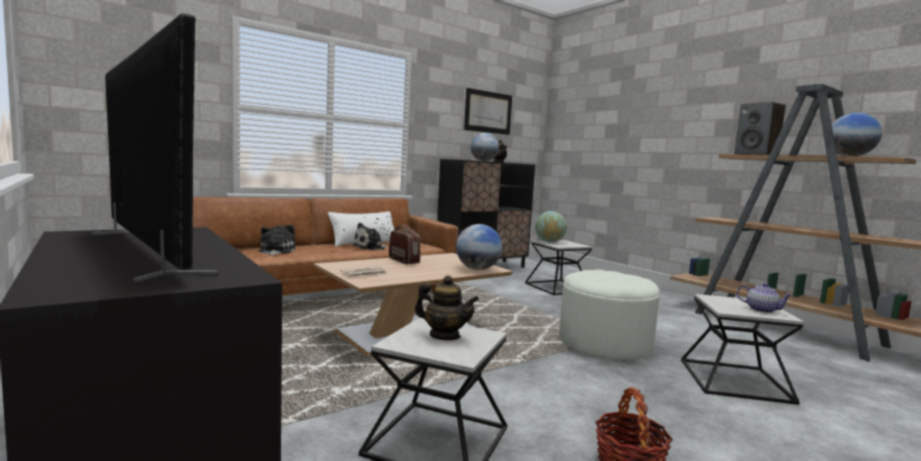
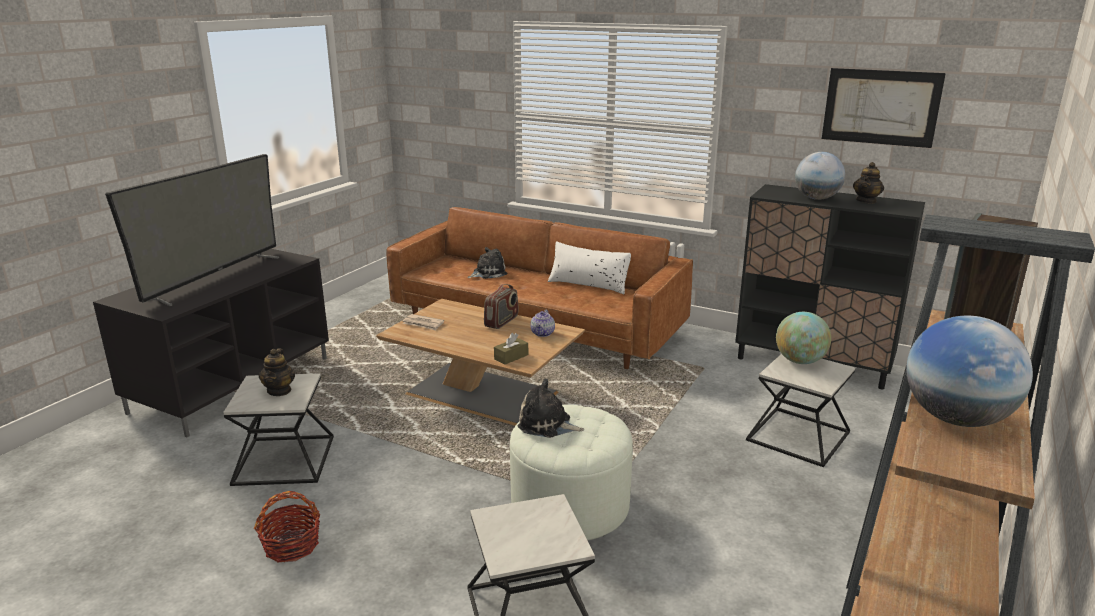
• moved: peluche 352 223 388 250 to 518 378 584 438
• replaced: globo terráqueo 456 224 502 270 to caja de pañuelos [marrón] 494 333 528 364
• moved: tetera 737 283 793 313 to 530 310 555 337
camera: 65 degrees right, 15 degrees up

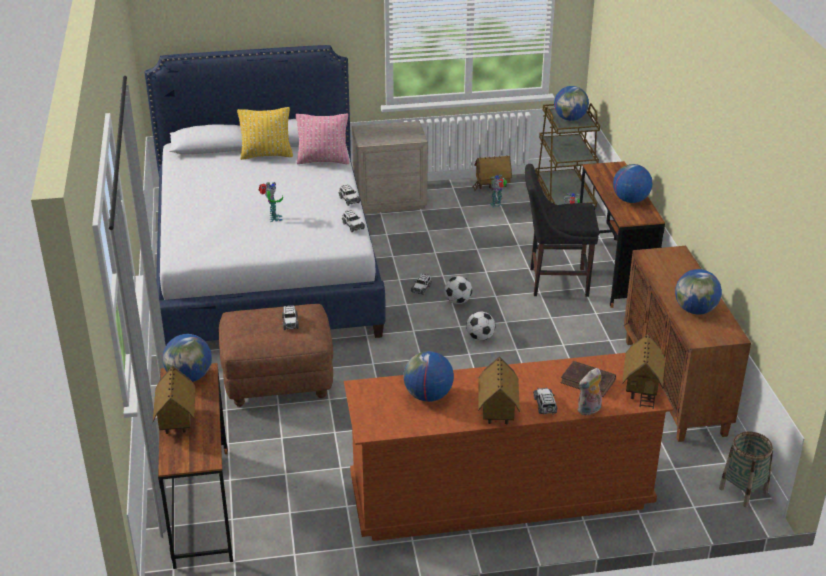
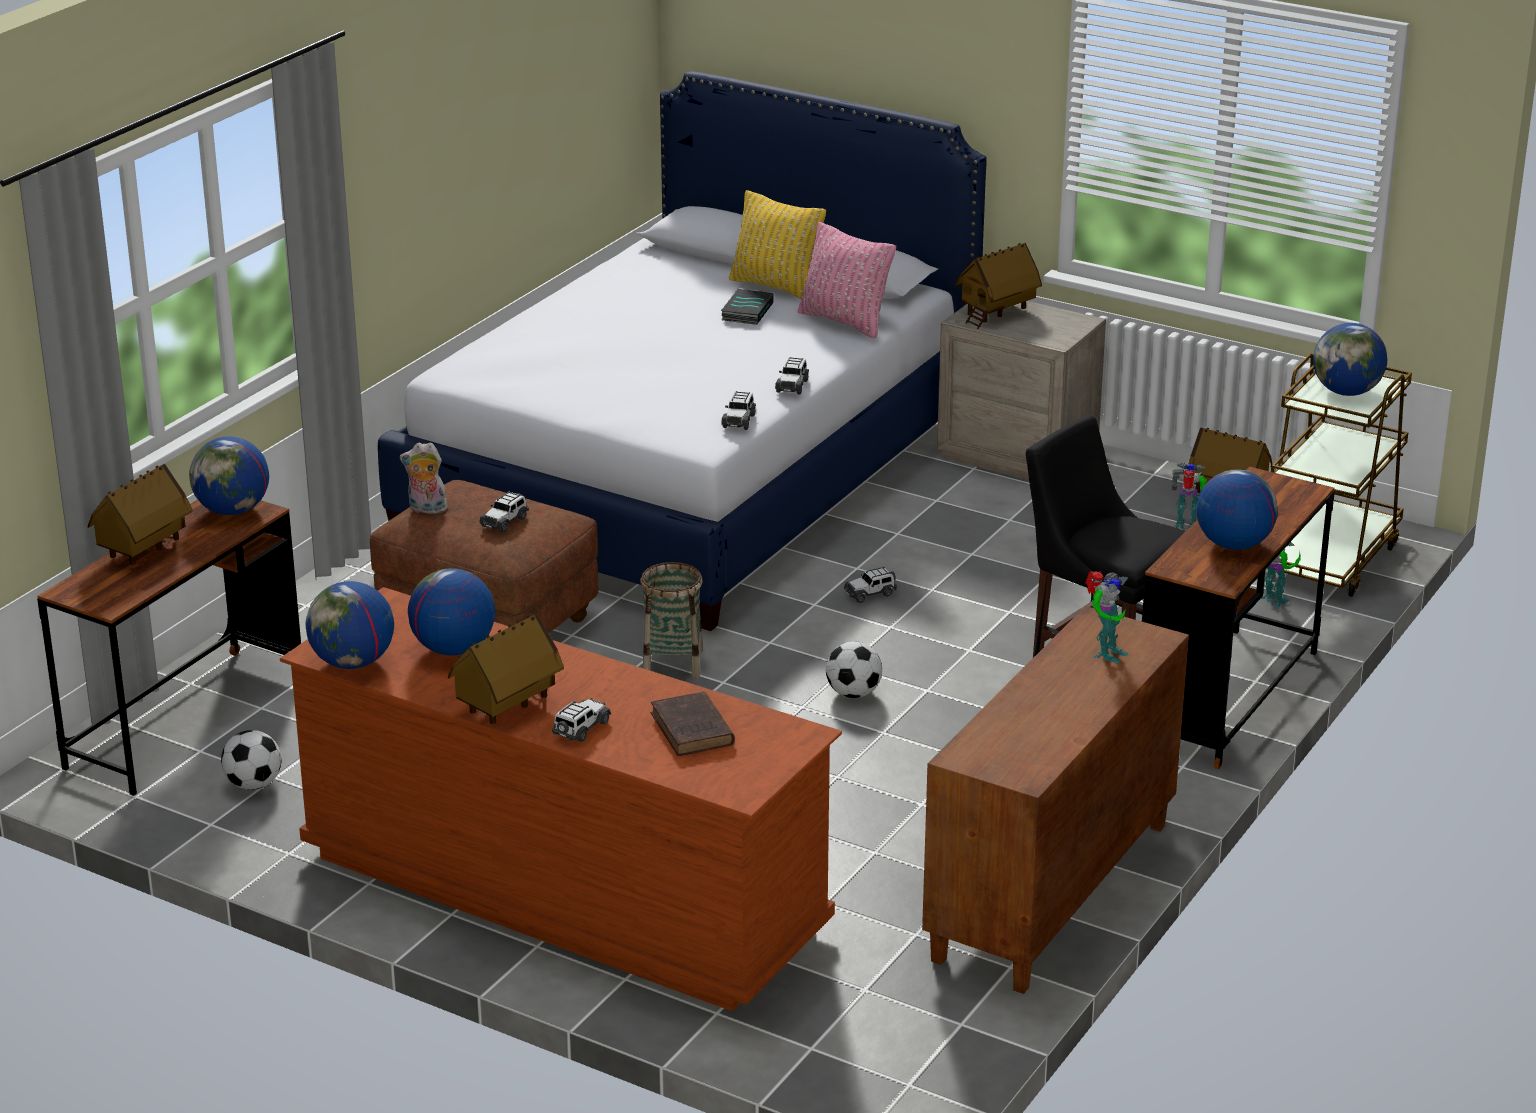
• moved: robot de juguete 259 182 283 222 to 1086 571 1128 663
• moved: globo terráqueo 675 269 722 315 to 306 581 394 669
• moved: balón de fútbol 444 276 472 304 to 221 730 282 790
• moved: casita 623 334 665 409 to 955 243 1042 329
• moved: peluche 578 368 602 415 to 400 442 448 516
• moved: cesta 719 431 773 507 to 640 562 703 678
• added: libro 721 289 774 325
camera: 40 degrees right, 5 degrees down

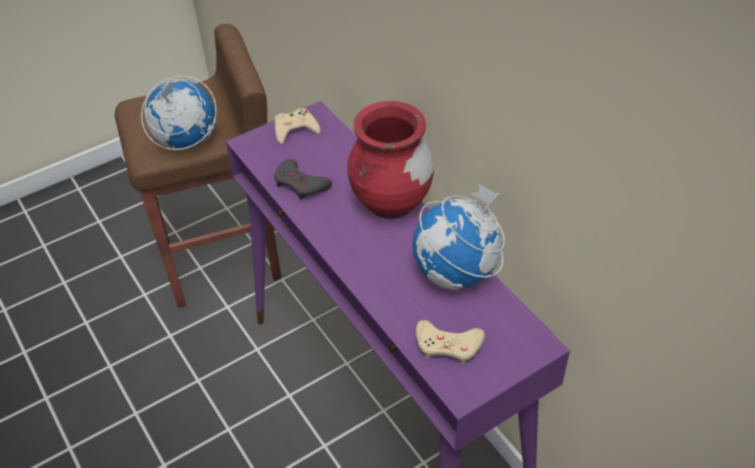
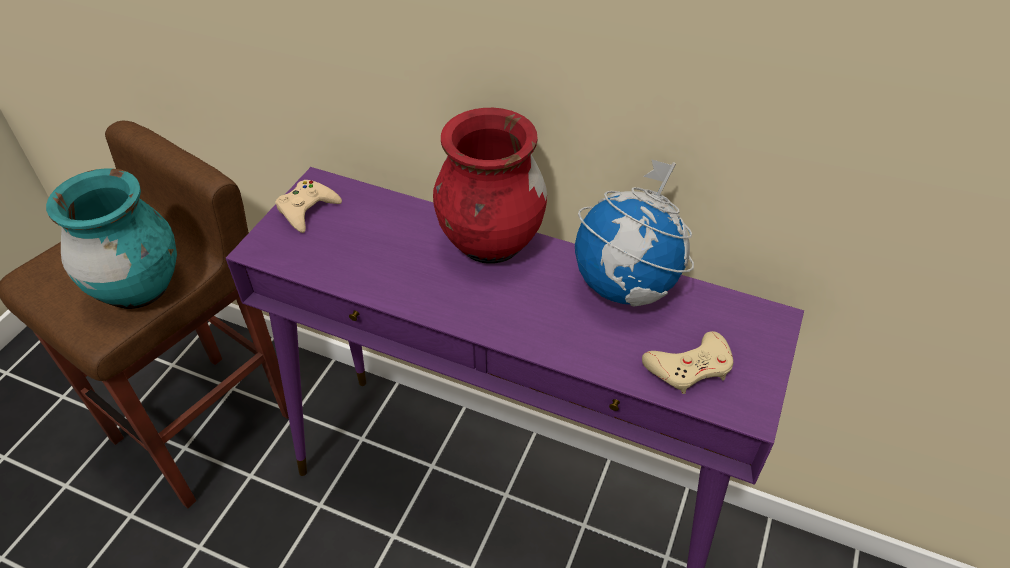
• replaced: globo terráqueo 141 76 217 150 to florero [turquesa] 46 168 177 309
• removed: mando de consola [gris] 274 159 332 200
camera: 35 degrees left, 0 degrees up

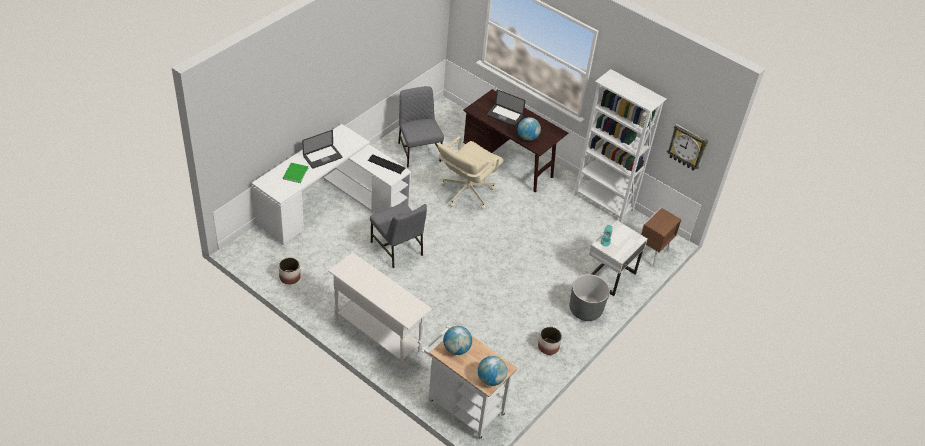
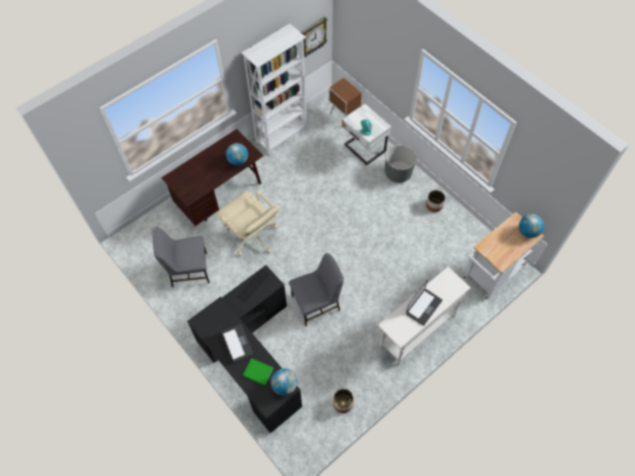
• moved: portátil 487 89 525 126 to 406 280 442 326
• recoloured: escritorio [blanco] 252 124 411 246 to escritorio [negro] 187 265 302 433
• moved: globo terráqueo 443 326 472 355 to 271 368 297 396
camera: 75 degrees left, 15 degrees up

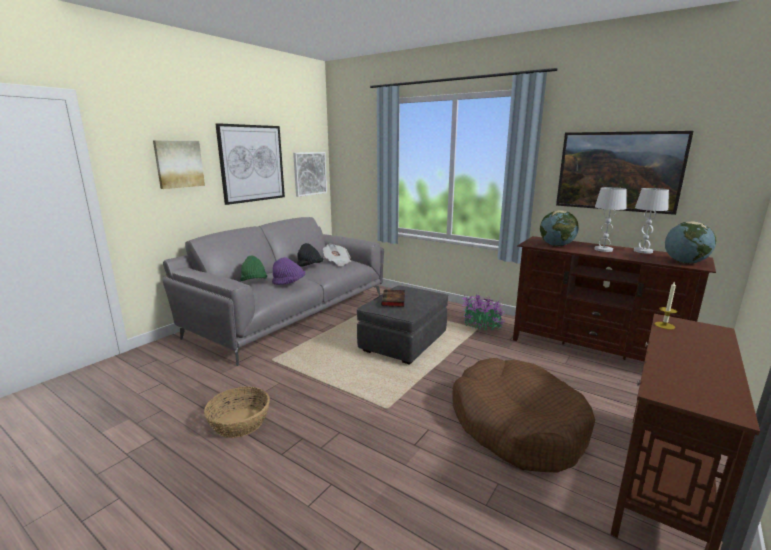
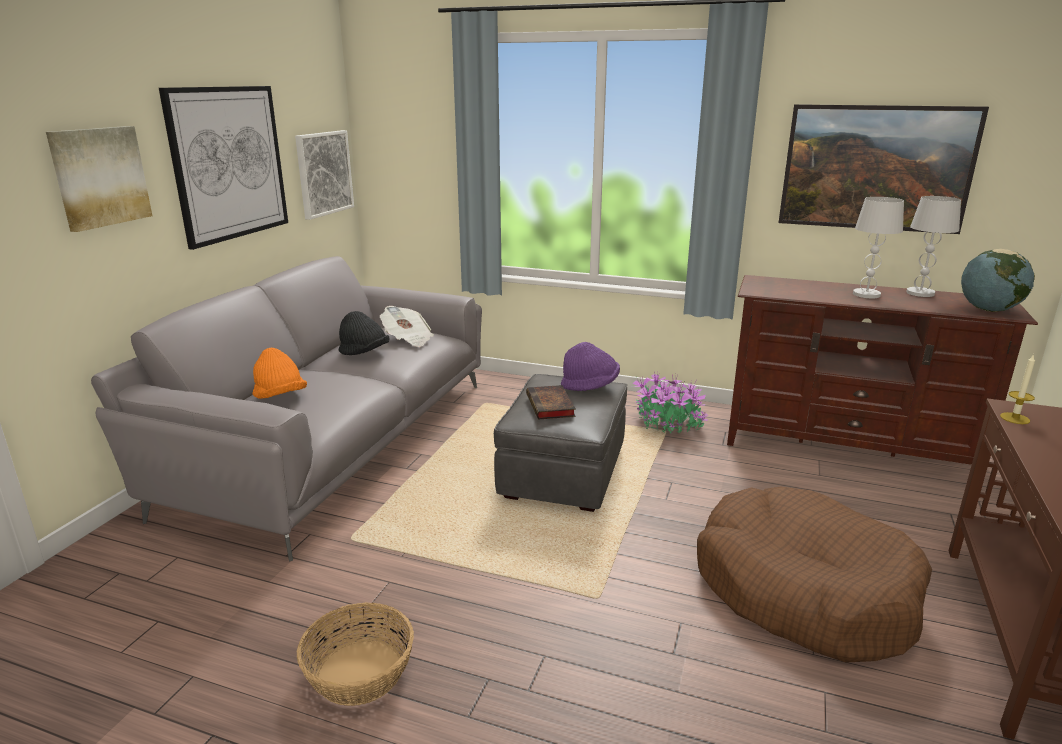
• removed: globo terráqueo 540 210 579 246
• recoloured: sombrero [verde] 240 255 267 281 to sombrero [naranja] 253 348 307 399
• moved: sombrero [morado] 272 257 305 285 to 561 342 620 391
camera: 15 degrees left, 5 degrees up

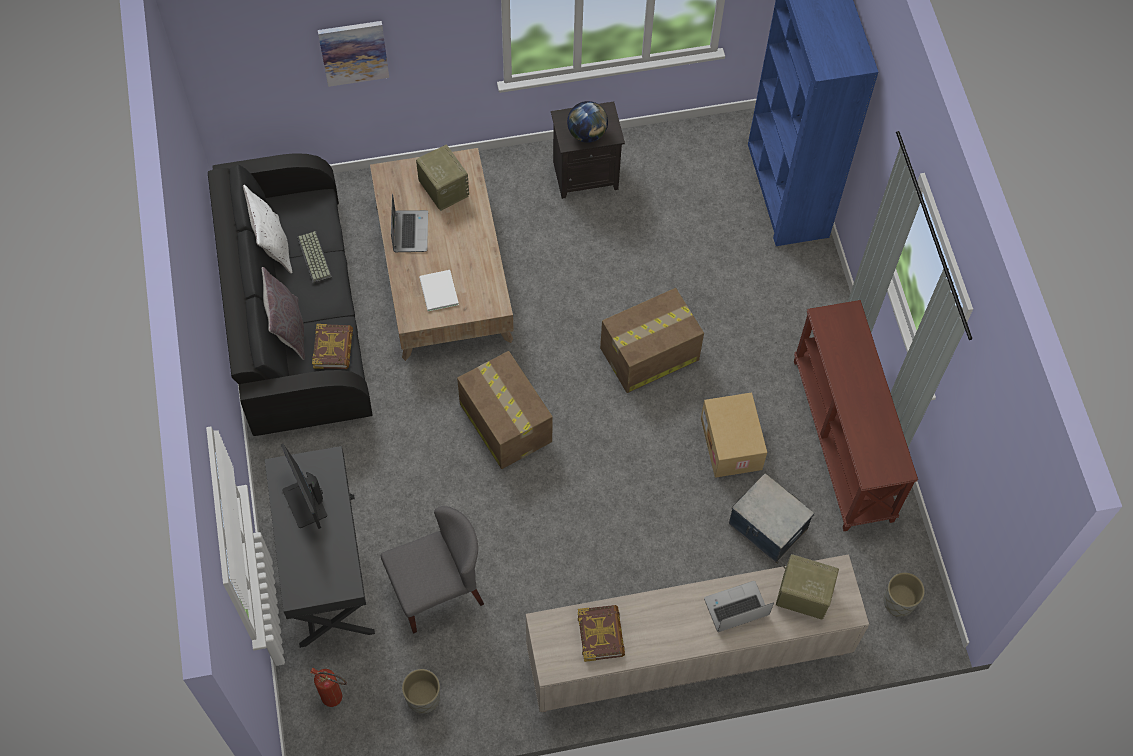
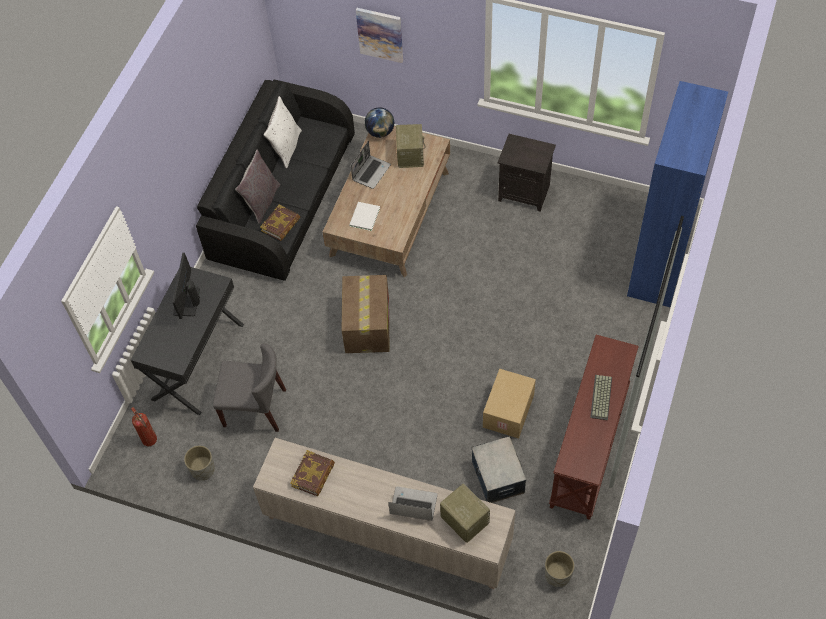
• moved: globo terráqueo 567 101 608 143 to 365 107 394 138
• moved: teclado 297 231 332 283 to 590 375 612 420
• removed: caja de cartón 600 288 704 393
camera: 35 degrees right, 5 degrees down

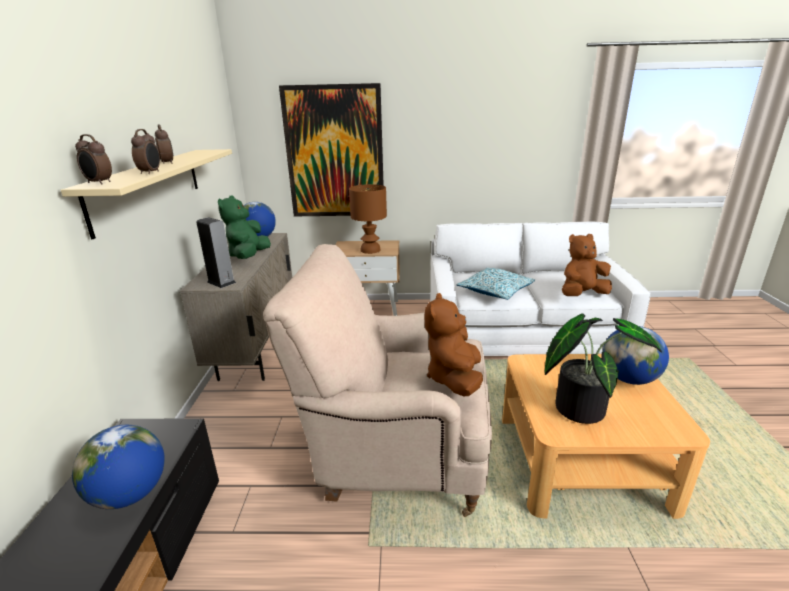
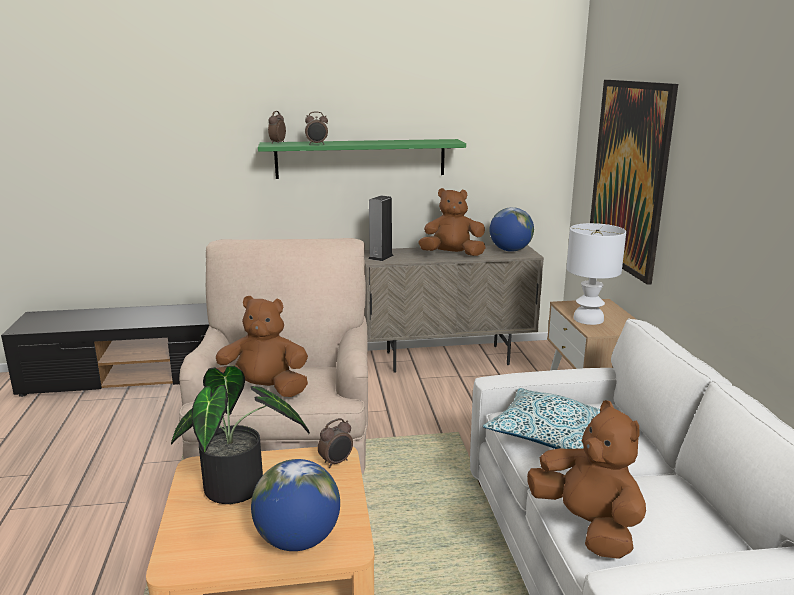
• moved: despertador 155 124 173 164 to 318 418 353 468
• recoloured: estante [beis] 61 149 232 239 to estante [verde] 258 139 466 179
• recoloured: lámpara de mesa [marrón] 349 184 387 254 to lámpara de mesa [blanco] 566 223 626 325
• recoloured: peluche [verde] 218 196 271 259 to peluche [marrón] 418 188 486 256
• removed: globo terráqueo 72 425 165 509
camera: 80 degrees right, 5 degrees down

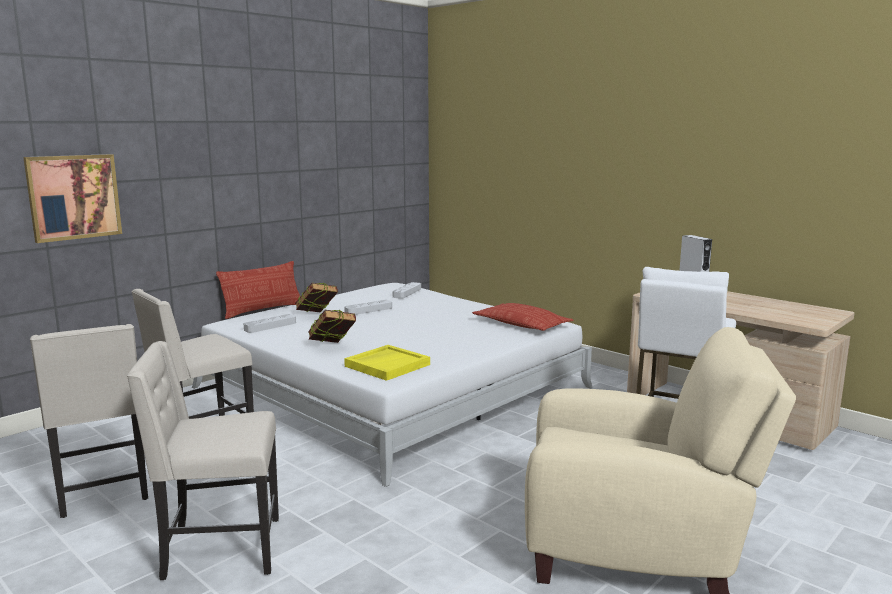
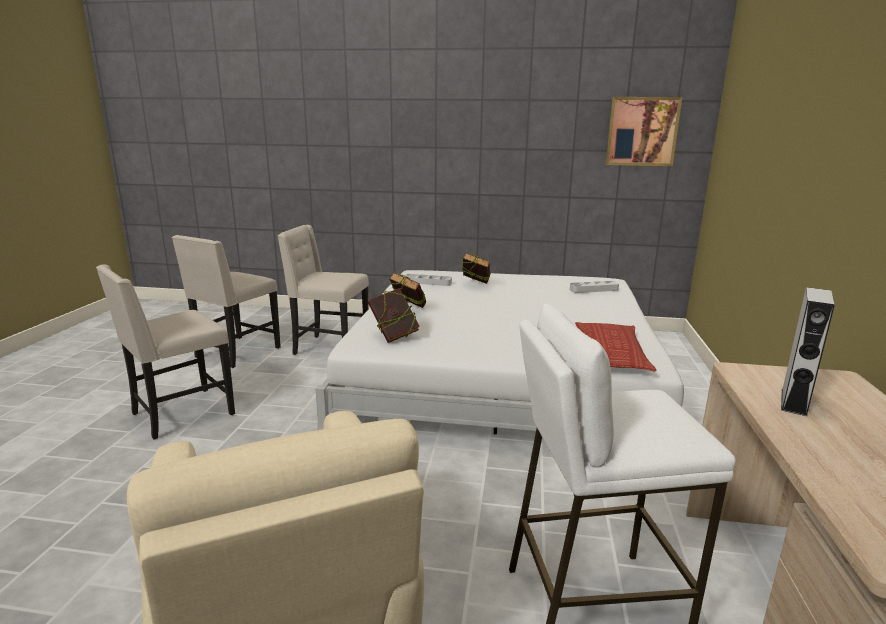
• moved: cuadro 23 154 122 243 to 606 97 682 166
• removed: cojín 216 261 300 319
• removed: bandeja [gris] 344 300 392 315
• turned: silla [beis] 127 341 279 580 = 96 264 235 440 90 degrees counterclockwise
• replaced: bandeja [amarillo] 344 345 430 381 to libro 368 288 420 343
camera: 55 degrees right, 5 degrees up

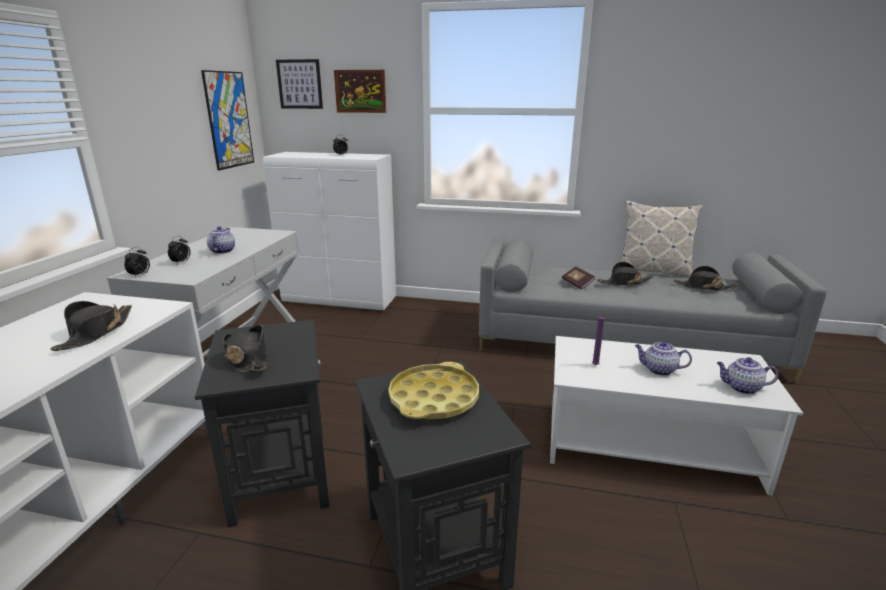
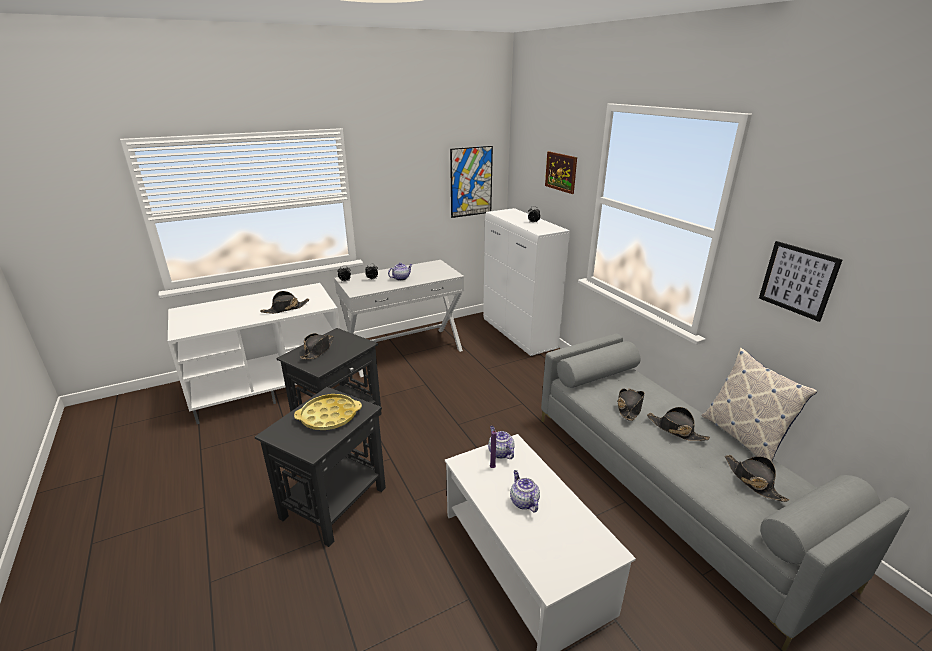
• moved: cuadro 276 59 323 109 to 759 241 843 322
• replaced: libro 562 266 595 290 to sombrero [negro] 617 388 645 421
• moved: tetera 717 357 779 394 to 488 426 515 459
camera: 50 degrees right, 5 degrees up

